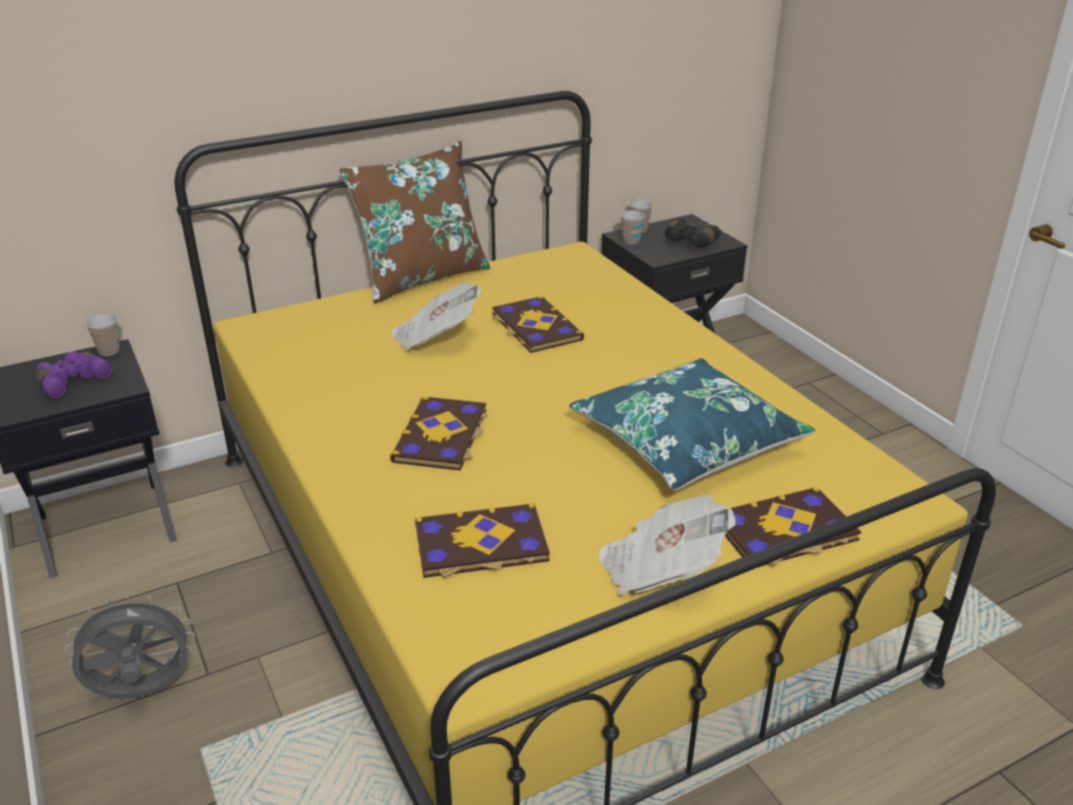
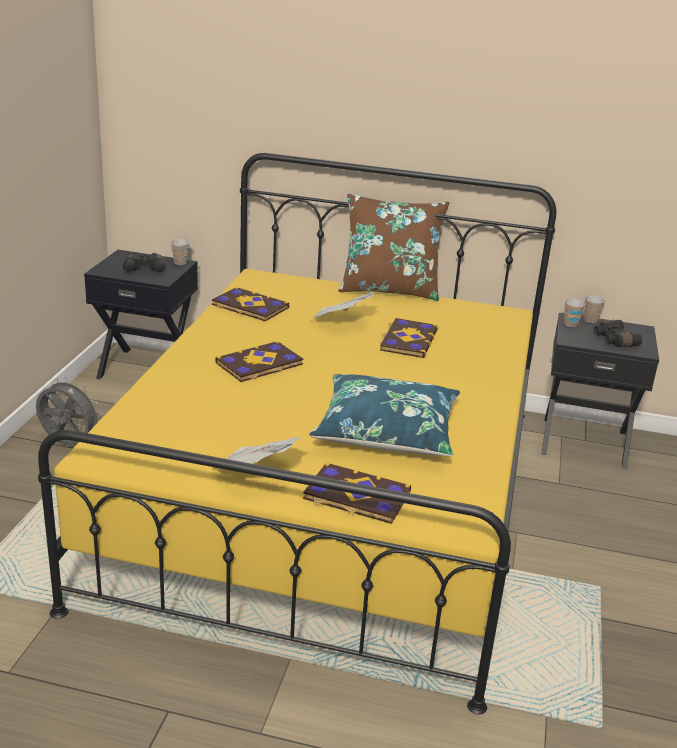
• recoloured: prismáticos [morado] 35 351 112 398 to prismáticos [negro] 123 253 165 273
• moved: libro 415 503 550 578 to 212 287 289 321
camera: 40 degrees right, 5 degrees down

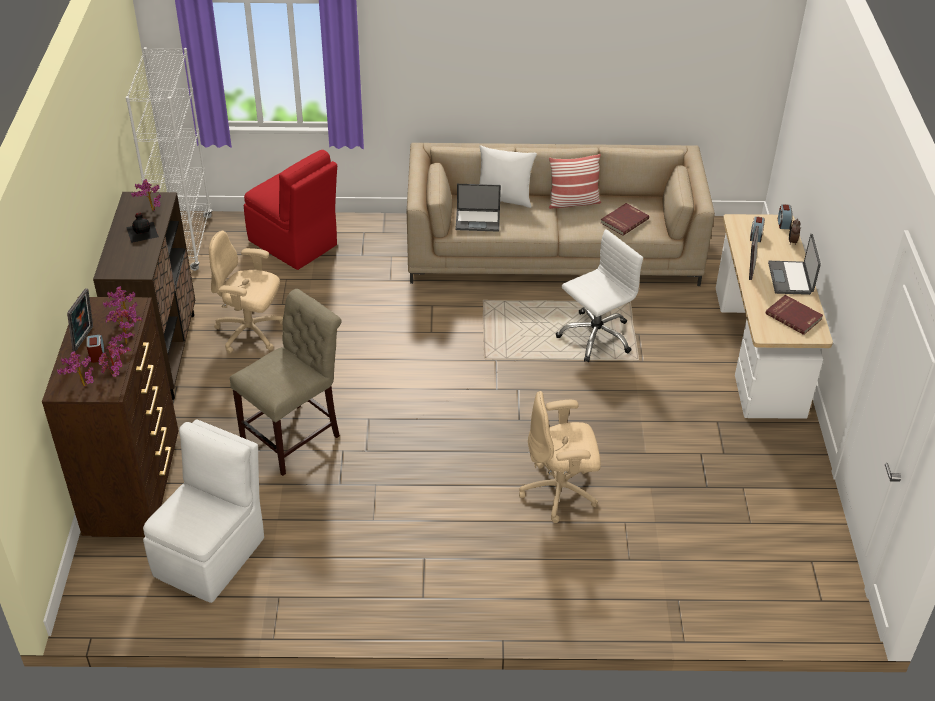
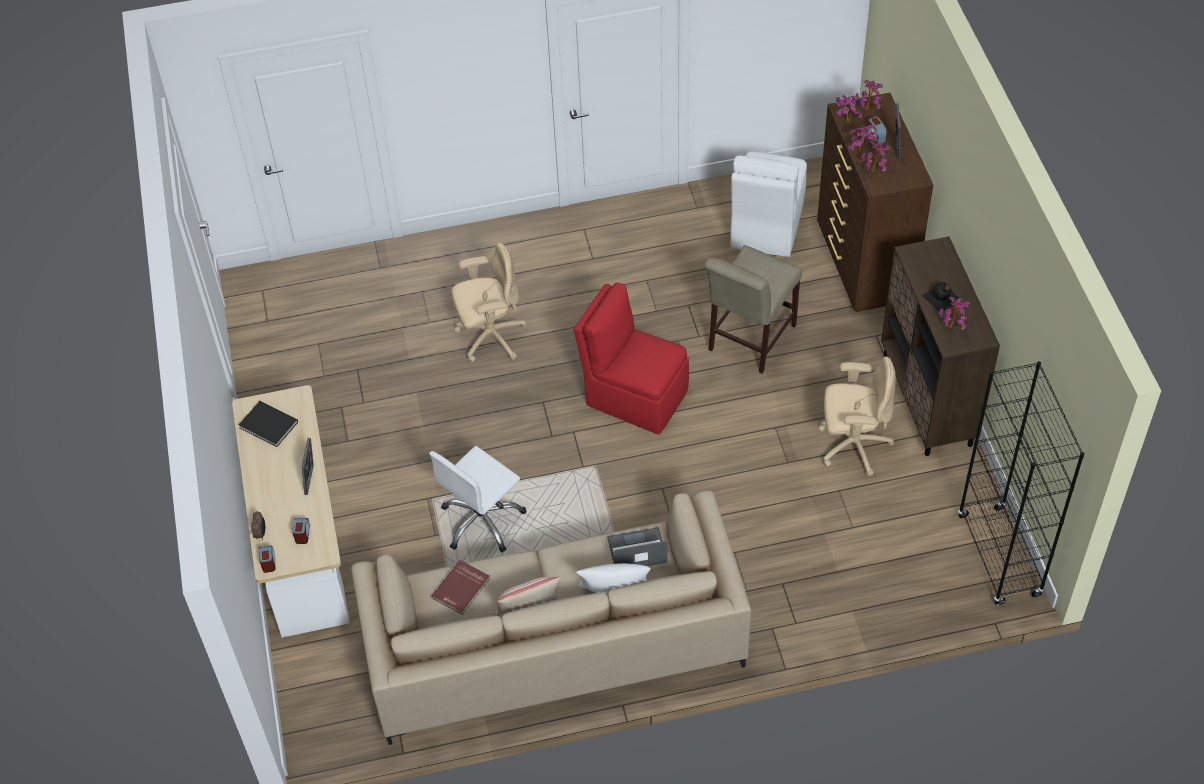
• recoloured: estantería [blanco] 126 47 212 271 to estantería [negro] 958 361 1084 605
• moved: silla [rojo] 244 150 337 270 to 573 283 689 435
• removed: portátil 768 234 821 295
• recoloured: libro [rojo] 765 295 823 335 to libro [negro] 239 401 298 447
camera: 170 degrees right, 10 degrees up

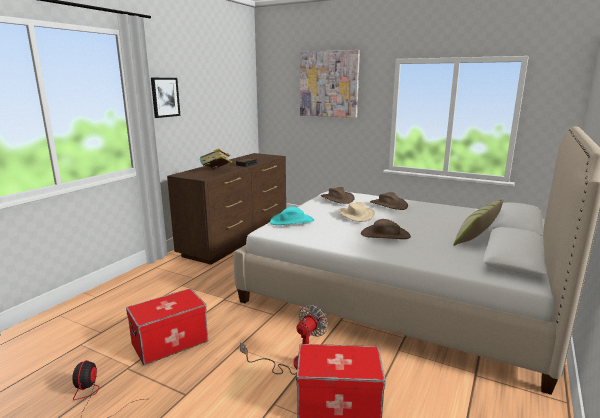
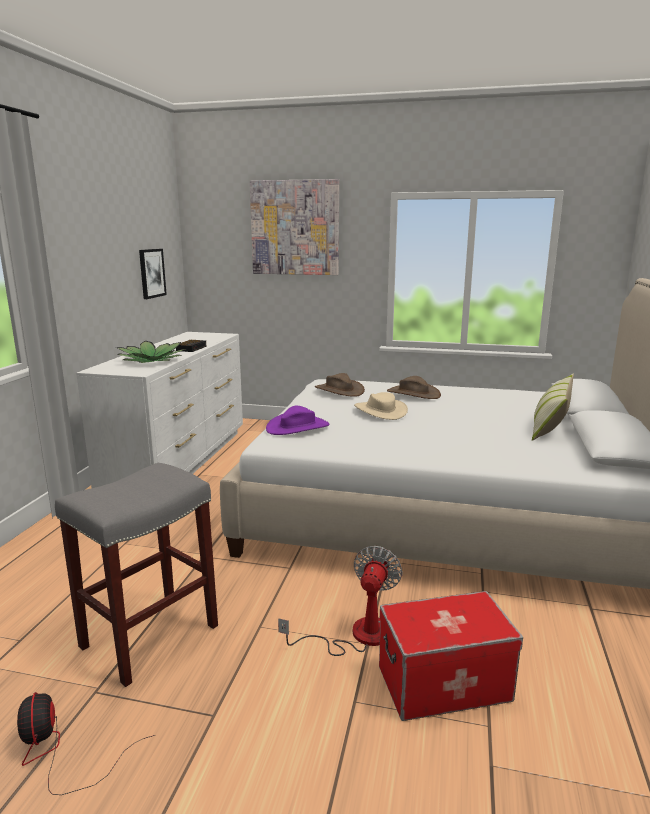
• moved: cuadro 151 78 180 118 to 139 249 167 299
• replaced: libro 200 149 232 169 to planta en maceta 116 341 186 363
• recoloured: cómoda [marrón] 167 153 286 265 to cómoda [blanco] 76 332 243 488
• recoloured: sombrero [turquesa] 270 207 314 225 to sombrero [morado] 266 406 330 435
• removed: sombrero [marrón] 361 219 411 239
• replaced: caja de almacenaje 126 288 208 365 to taburete [gris] 55 463 218 687
camera: 15 degrees left, 0 degrees up

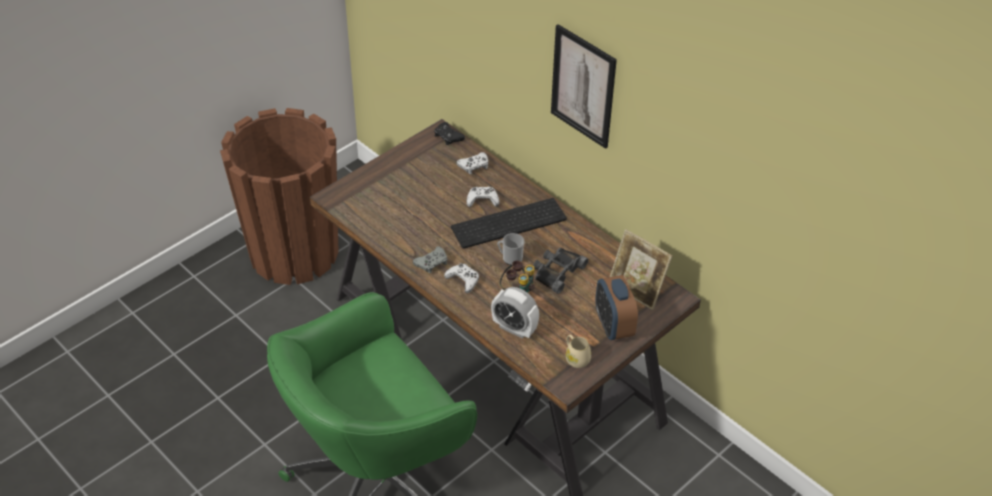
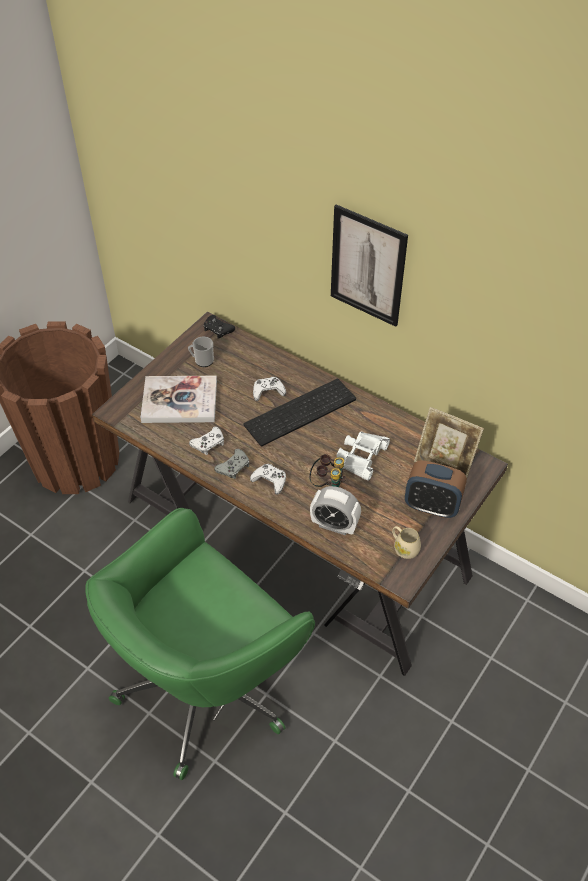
• moved: mando de consola [blanco] 456 152 489 174 to 189 427 224 455
• moved: taza grande 497 233 524 265 to 188 337 214 367
• recoloured: prismáticos [negro] 533 248 588 294 to prismáticos [blanco] 337 432 390 481
• turned: despertador 595 275 638 340 = 405 460 467 518 45 degrees counterclockwise
• added: libro 141 376 217 423
camera: 10 degrees left, 5 degrees up

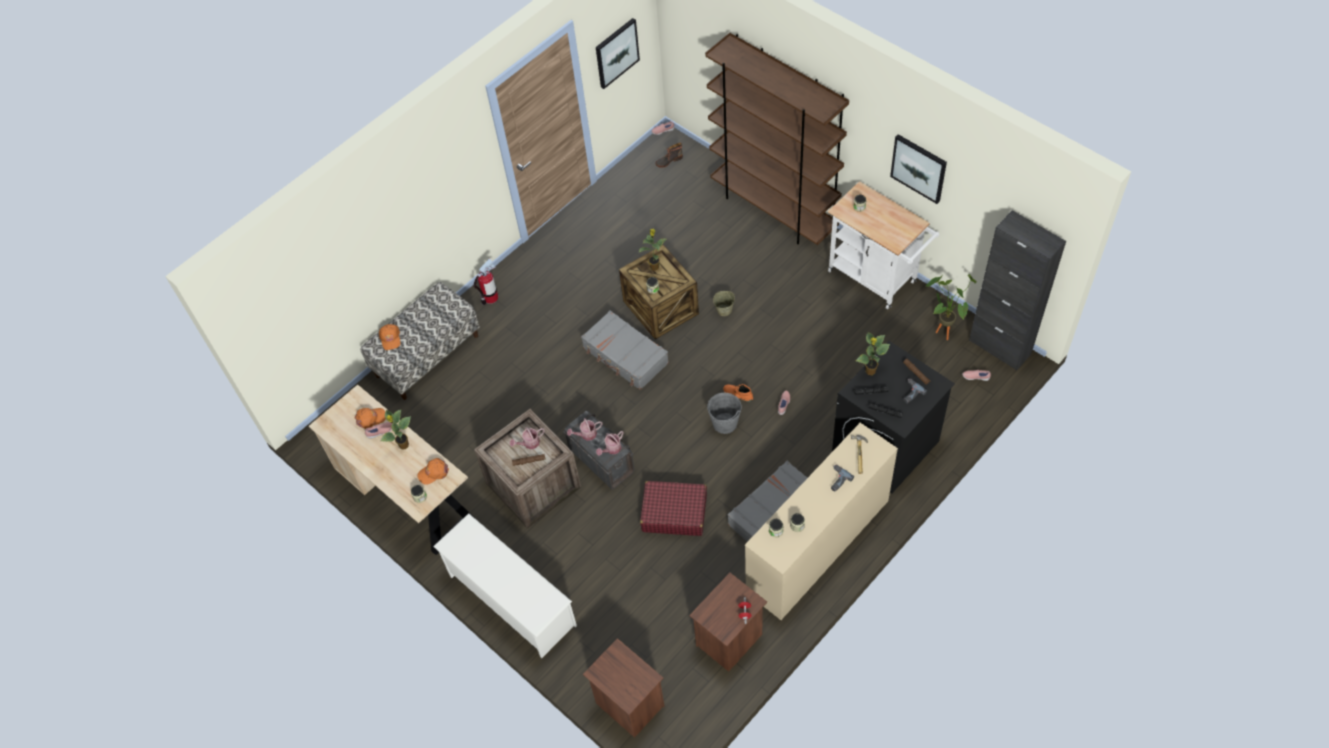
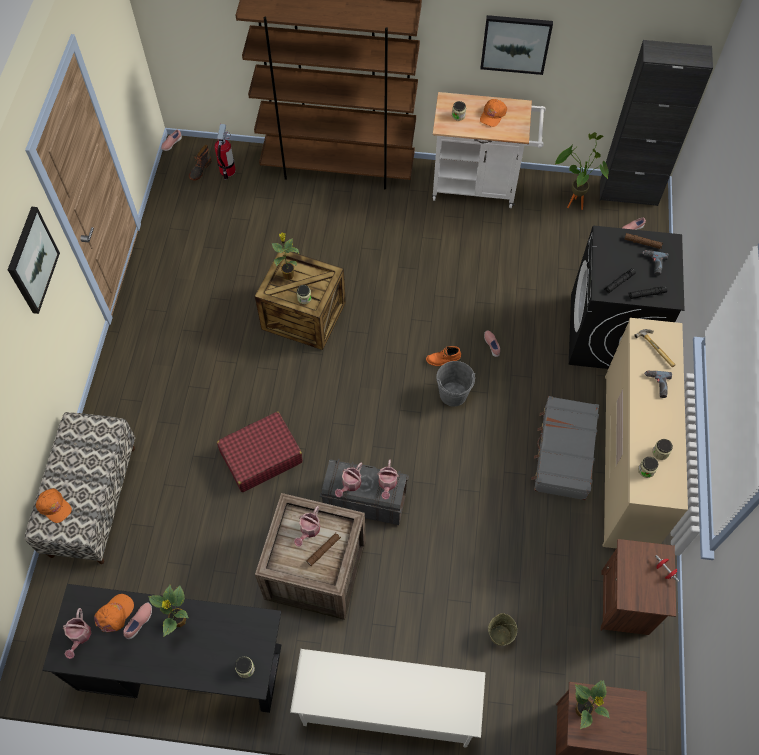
• moved: cuadro 596 18 640 89 to 8 207 60 314
• moved: extintor 473 259 498 305 to 214 124 236 179
• moved: cubo [beis] 713 291 735 316 to 488 613 517 646
• removed: maleta [gris] 581 310 669 390
• moved: planta en maceta 856 332 890 375 to 575 680 610 729
• recoloured: escritorio [beis] 309 385 472 555 to escritorio [negro] 43 584 282 713
• moved: gorra [naranja] 417 458 449 485 to 480 99 507 127
• moved: maleta [rojo] 640 481 707 536 to 217 411 303 492
• added: regadera 63 608 91 659
camera: 40 degrees left, 5 degrees up

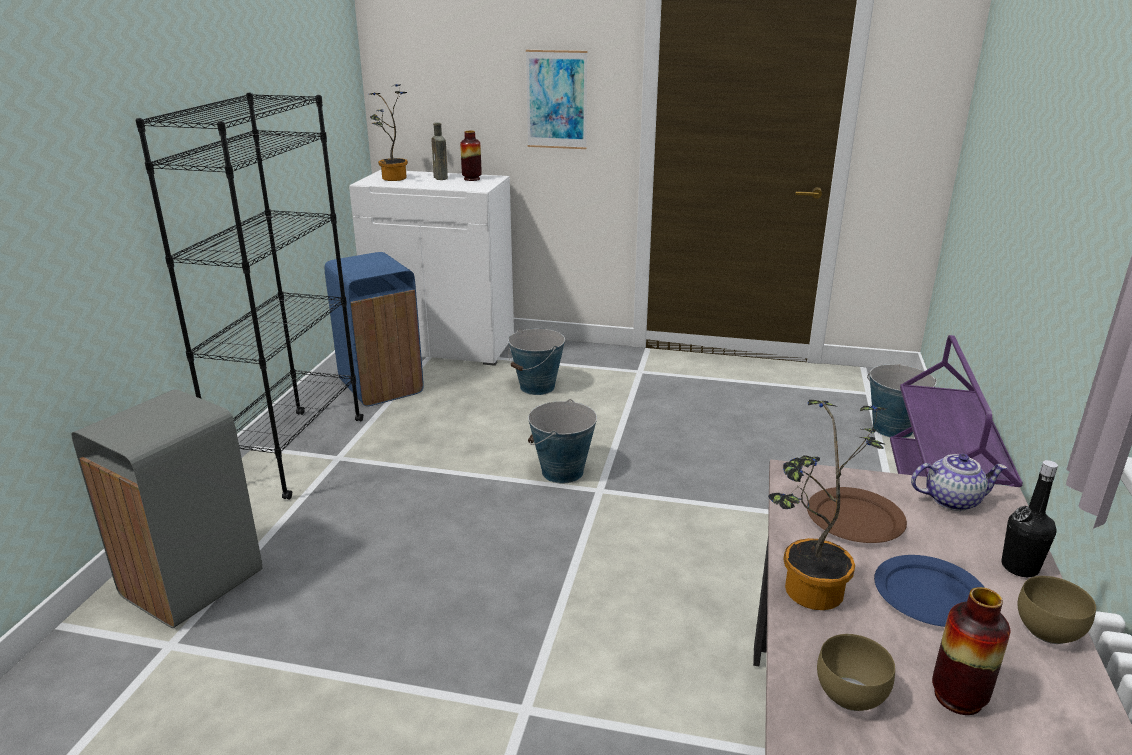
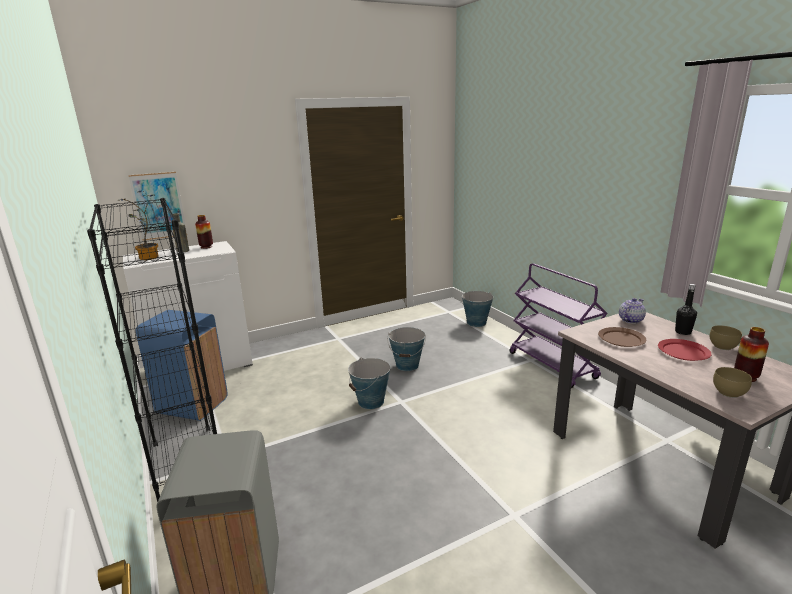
• moved: cuadro 526 50 587 149 to 129 172 187 241
• moved: cubo 508 329 565 395 to 388 327 426 371
• removed: planta en maceta 768 400 887 610
• recoloured: plato [azul] 874 555 985 627 to plato [rojo] 658 339 711 361
camera: 40 degrees left, 5 degrees down

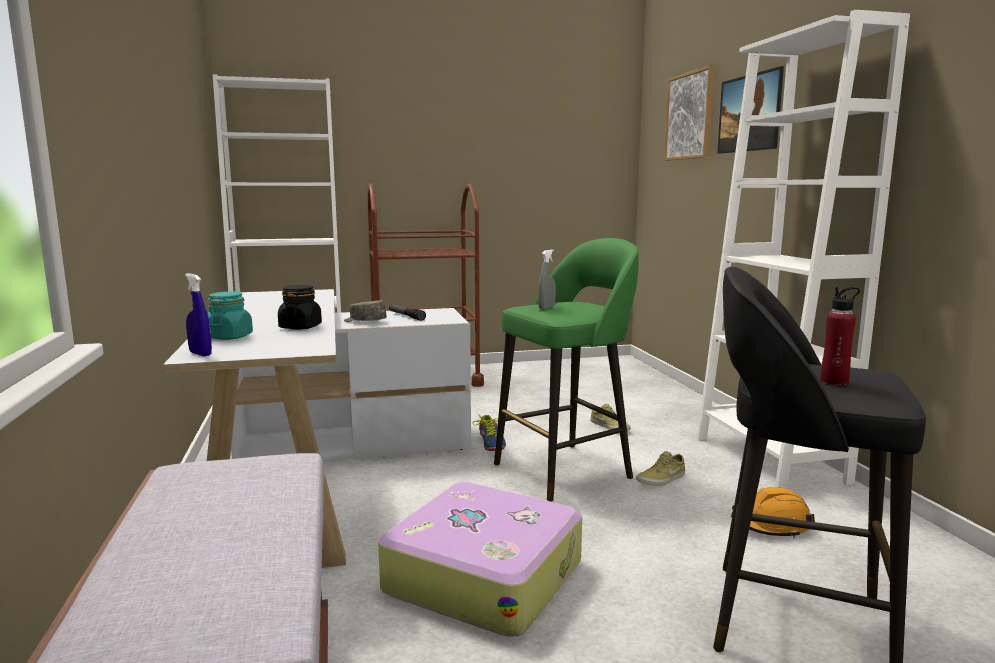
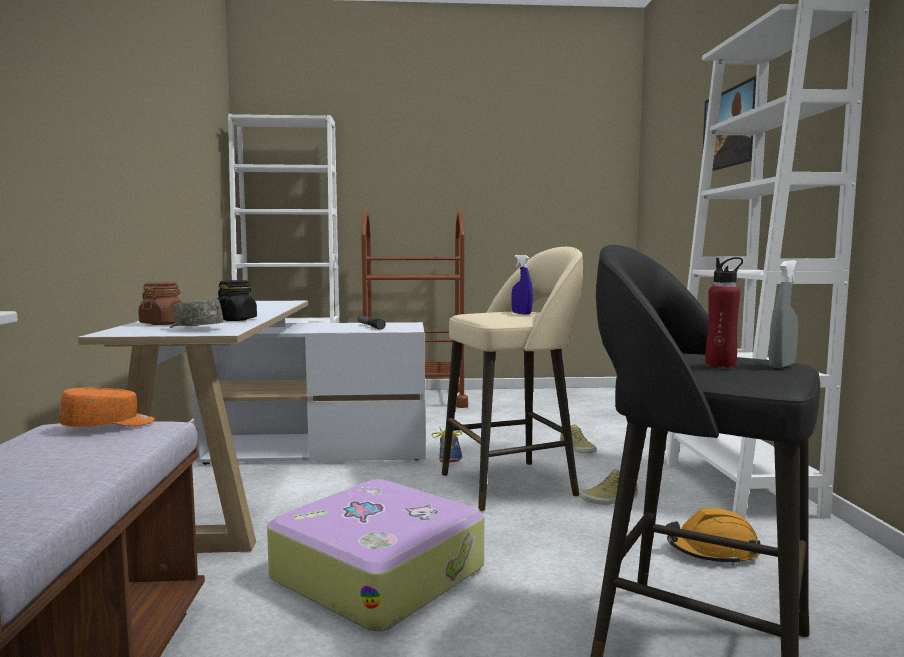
• removed: cuadro 664 65 716 161
• recoloured: taburete [verde] 494 238 639 502 to taburete [beis] 442 247 583 511
• moved: pulverizador [gris] 538 249 556 309 to 769 260 798 368
• moved: pulverizador [azul] 185 273 212 356 to 512 255 533 315
• recoloured: tarro [turquesa] 208 292 253 340 to tarro [marrón] 138 282 183 325
• moved: gorra [gris] 344 300 387 322 to 170 299 223 328
• added: gorra [naranja] 59 387 155 427
camera: 10 degrees right, 5 degrees down

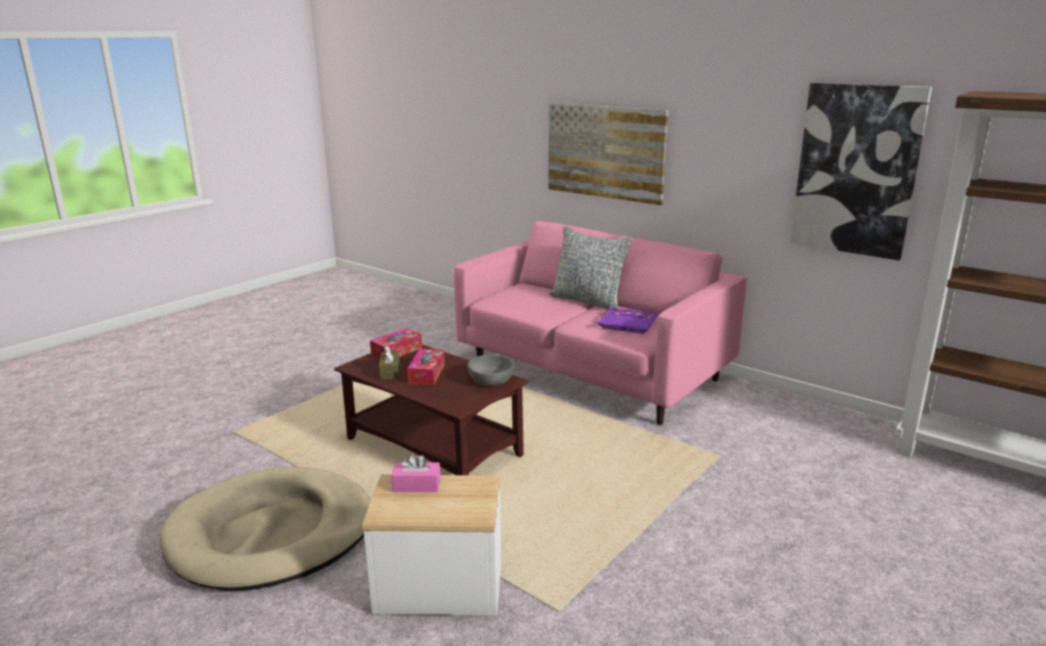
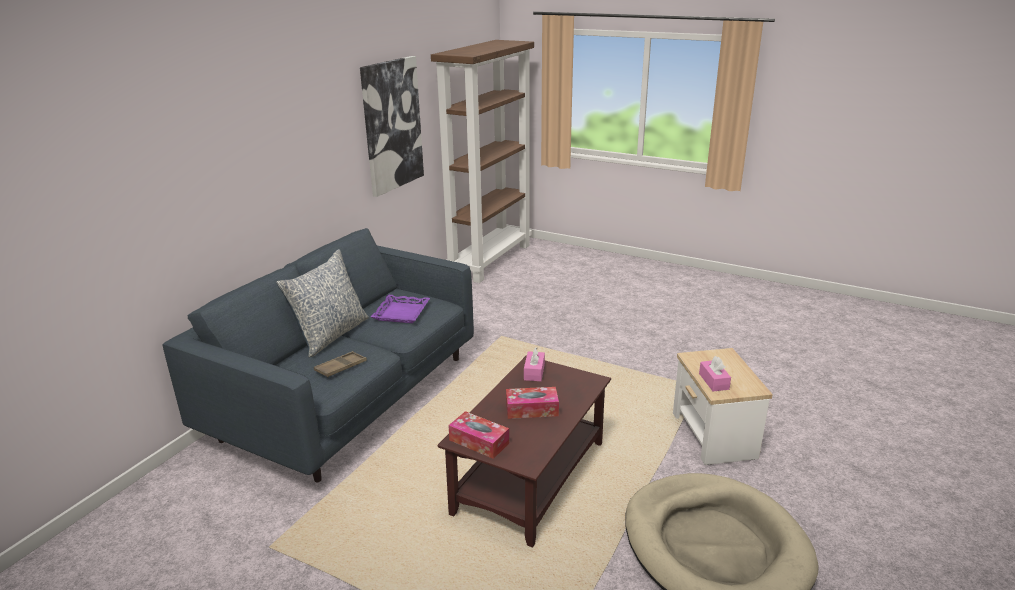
• removed: cuadro 548 103 668 205
• recoloured: sofá [rosa] 454 221 747 425 to sofá [azul] 162 228 474 482
• removed: caja de pañuelos [marrón] 379 345 400 380
• replaced: cuenco [gris] 468 354 514 386 to caja de pañuelos [rosa] 524 347 545 381
• added: bandeja [marrón] 314 351 367 378
camera: 100 degrees left, 5 degrees up

